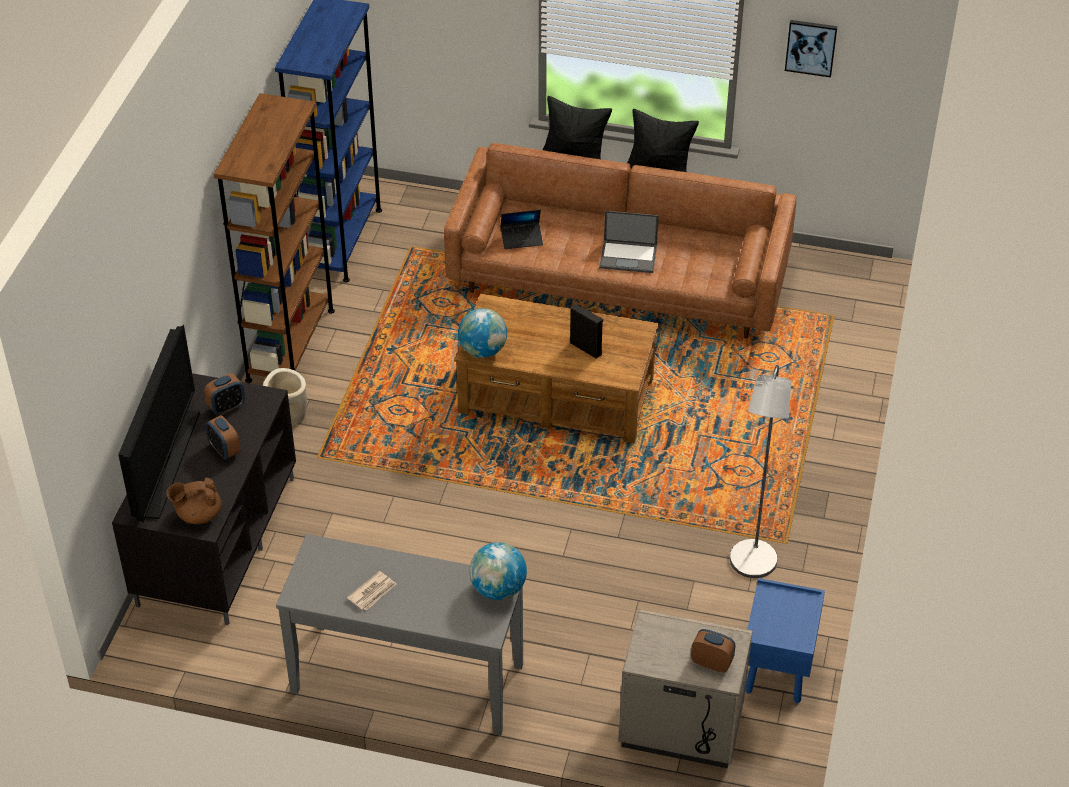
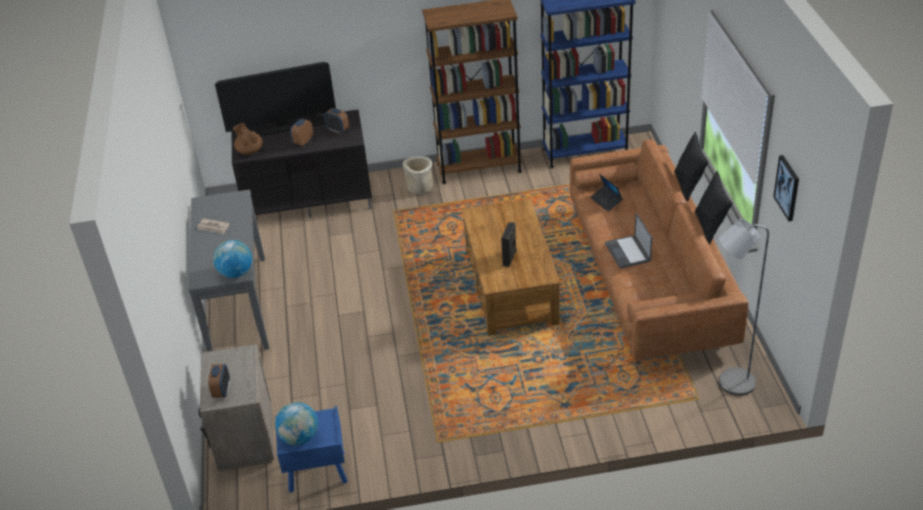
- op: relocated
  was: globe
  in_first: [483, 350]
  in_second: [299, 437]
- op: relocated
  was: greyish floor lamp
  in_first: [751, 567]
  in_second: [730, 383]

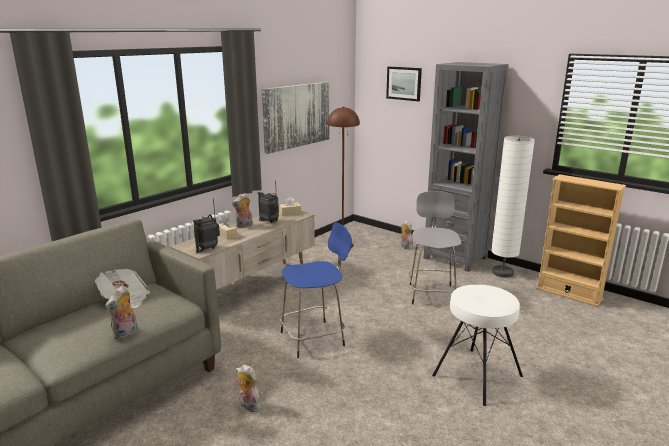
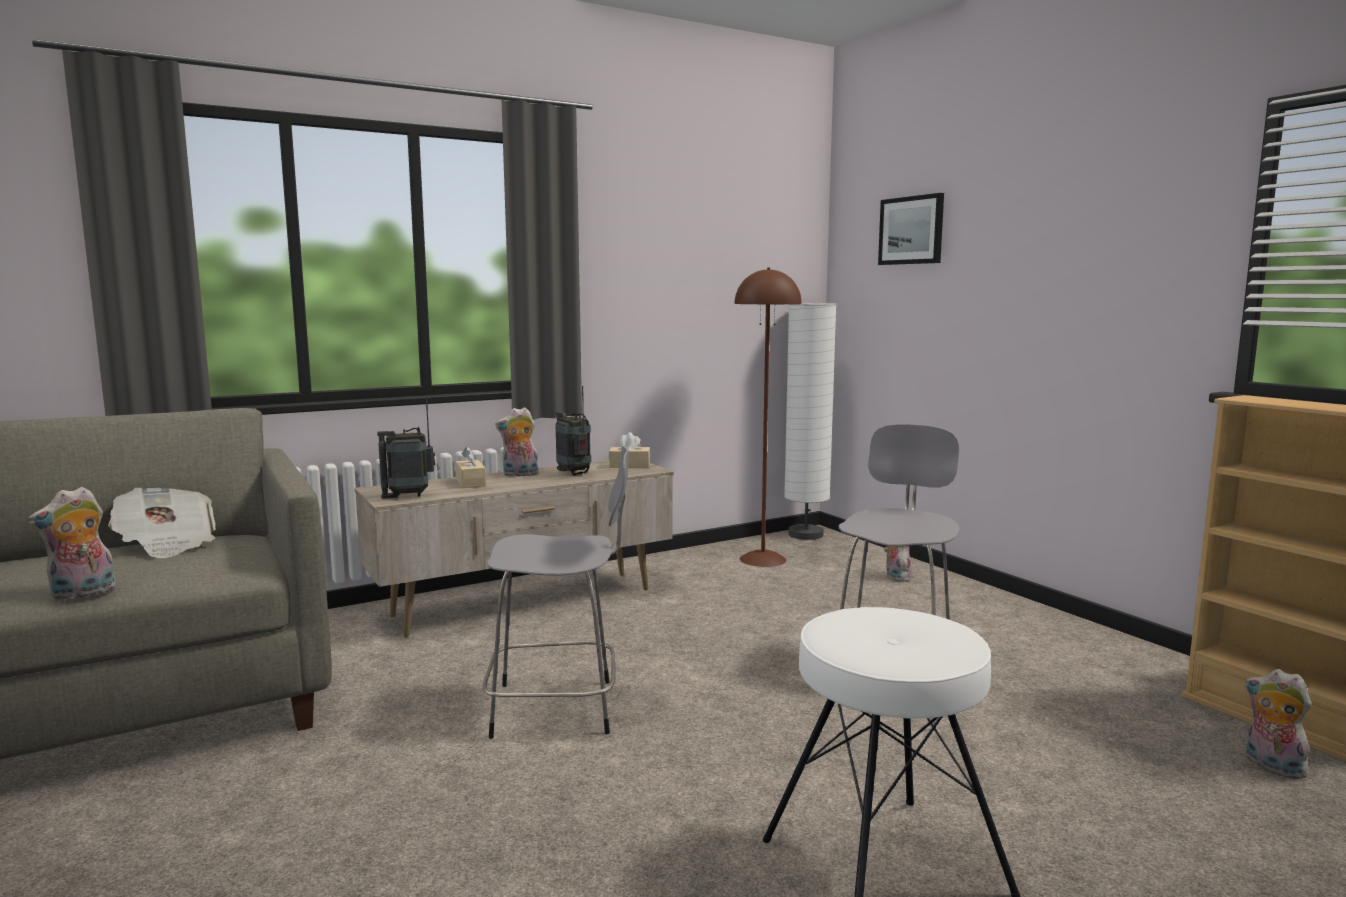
- op: relocated
  was: cuddly toy
  in_first: [248, 406]
  in_second: [1271, 767]
- op: missing
  was: picture
  in_first: [297, 116]
- op: colour
  was: blue sitting stool
  now: greyish sitting stool
  in_first: [314, 338]
  in_second: [559, 708]
- op: missing
  was: greyish bookcase
  in_first: [455, 258]
- op: relocated
  was: white floor lamp
  in_first: [502, 273]
  in_second: [805, 534]

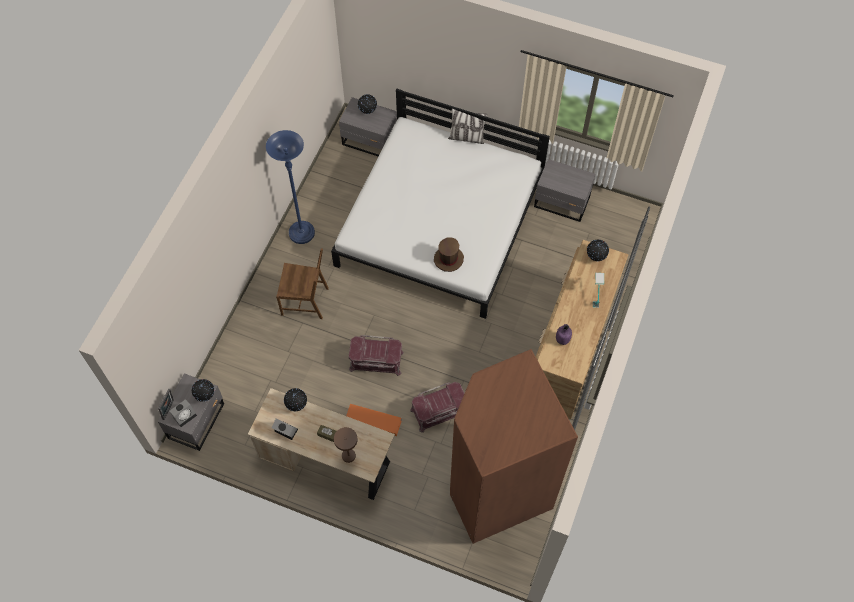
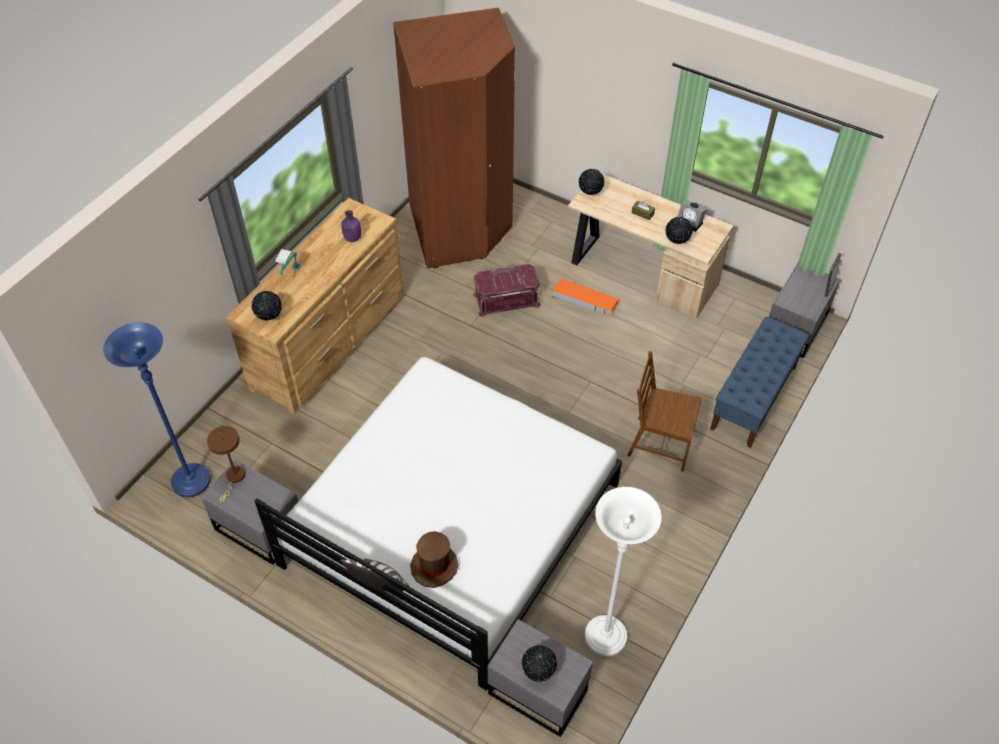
- op: missing
  was: table clock
  in_first: [185, 415]
- op: relocated
  was: globe
  in_first: [205, 396]
  in_second: [590, 194]
- op: relocated
  was: blue floor lamp
  in_first: [301, 233]
  in_second: [191, 481]
- op: relocated
  was: brown-coloured table lamp
  in_first: [348, 453]
  in_second: [234, 478]
- op: missing
  was: reddish storage container
  in_first: [376, 361]
- op: relocated
  was: brown-coloured clothing hat
  in_first: [448, 259]
  in_second: [434, 566]
- op: appeared
  now: white floor lamp
  in_second: [605, 636]
- op: appeared
  now: blue bench
  in_second: [753, 398]

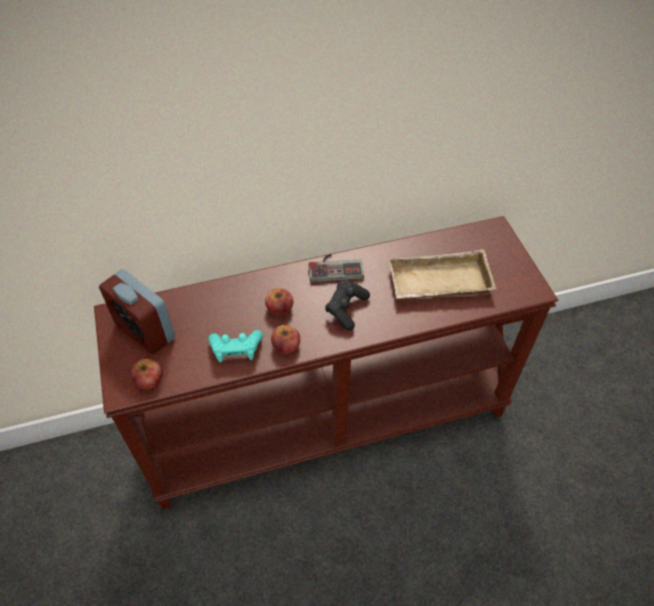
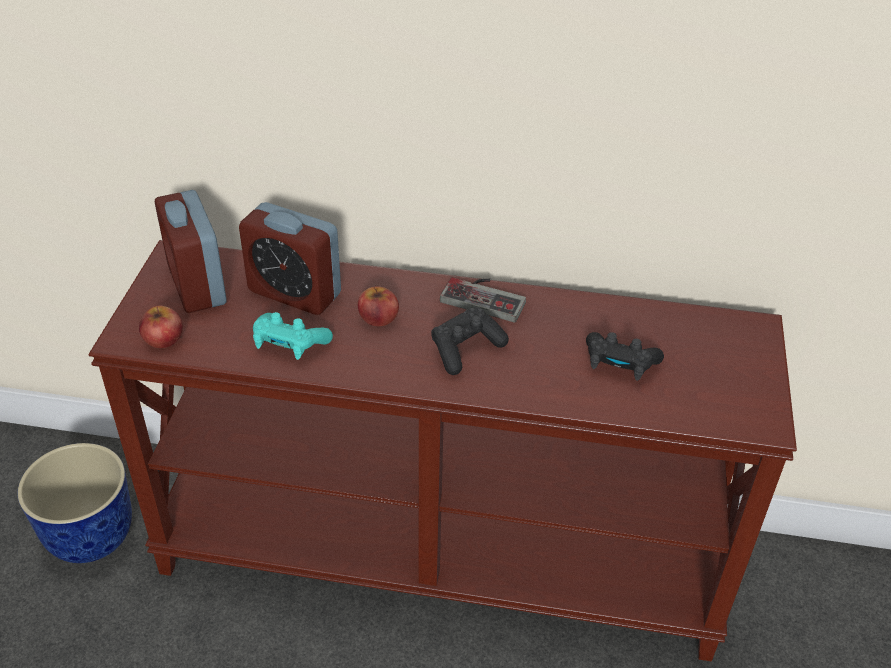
- op: missing
  was: whole apple
  in_first: [286, 345]
- op: exchanged
  was: sand-coloured serving tray
  now: black game controller
  in_first: [438, 284]
  in_second: [619, 365]
- op: appeared
  now: flower pot
  in_second: [91, 536]
- op: appeared
  now: table clock
  in_second: [294, 293]

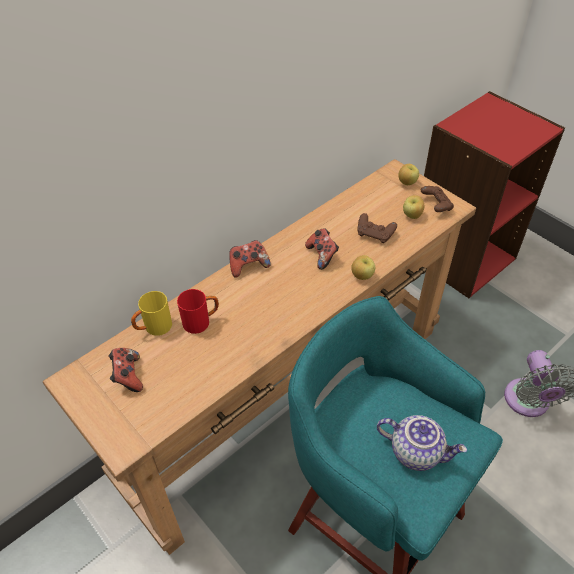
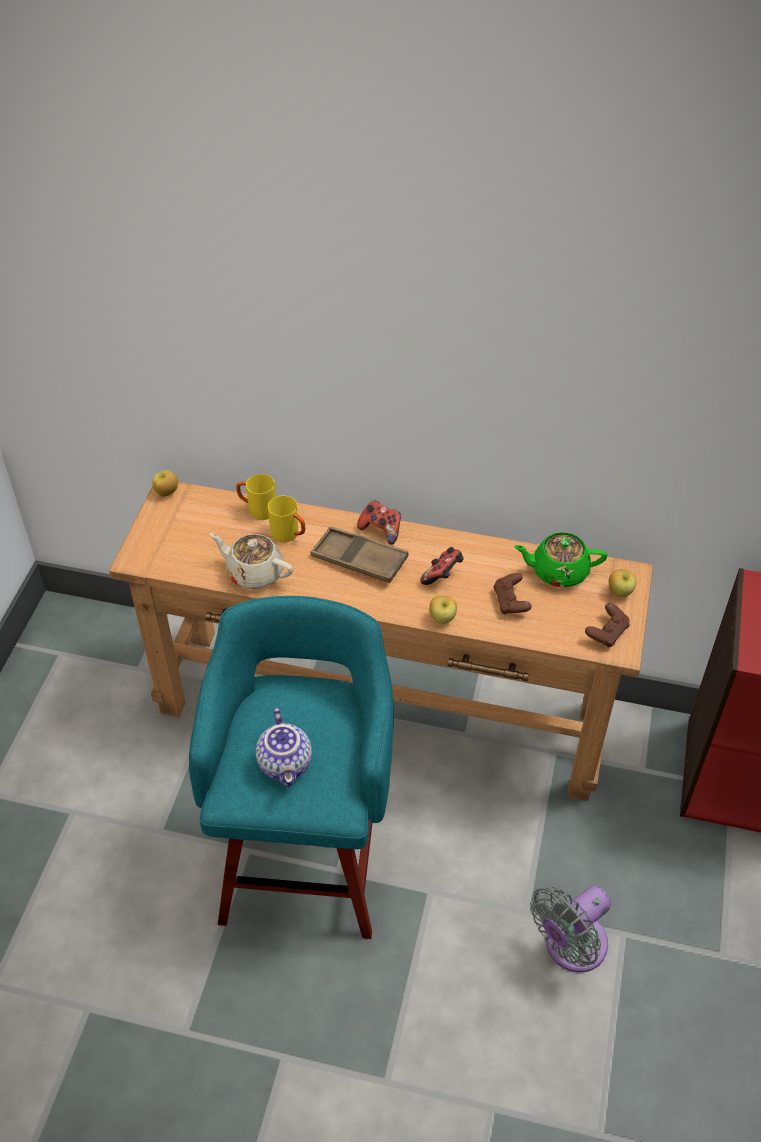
- op: missing
  was: game controller
  in_first: [128, 376]
- op: colour
  was: reddish coffee mug
  now: yellow-coloured coffee mug
  in_first: [201, 321]
  in_second: [289, 535]
- op: relocated
  was: whole apple
  in_first: [412, 215]
  in_second: [166, 493]
- op: appeared
  now: sand-coloured tea pot
  in_second: [254, 572]
- op: appeared
  now: brown-coloured serving tray
  in_second: [359, 559]
- op: appeared
  now: greenish tea pot
  in_second: [558, 571]

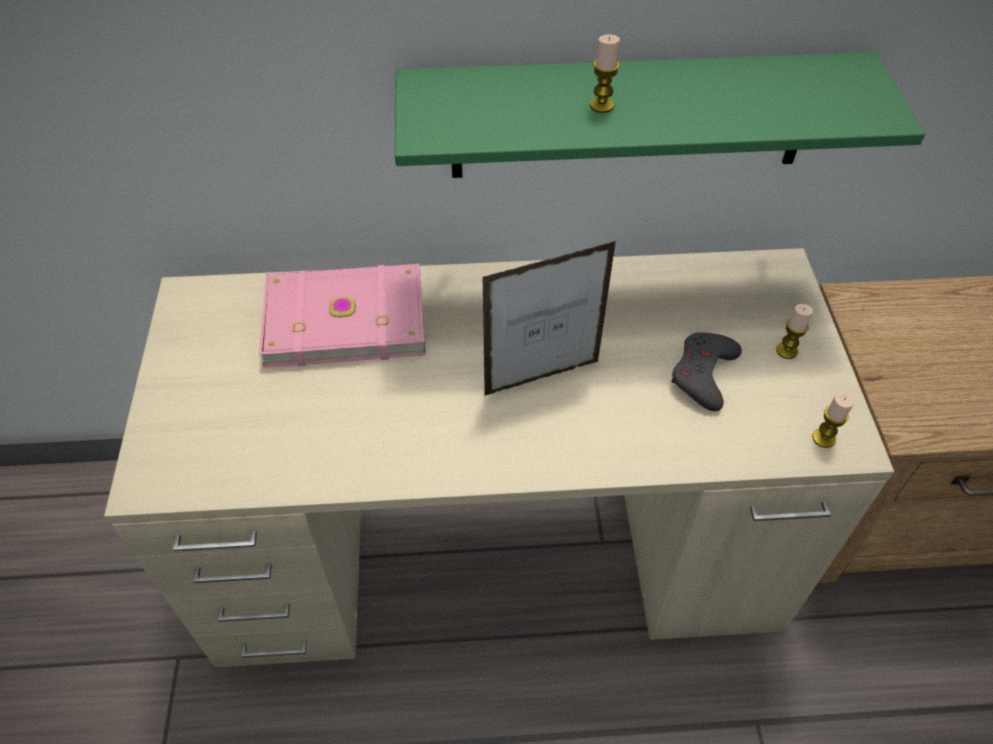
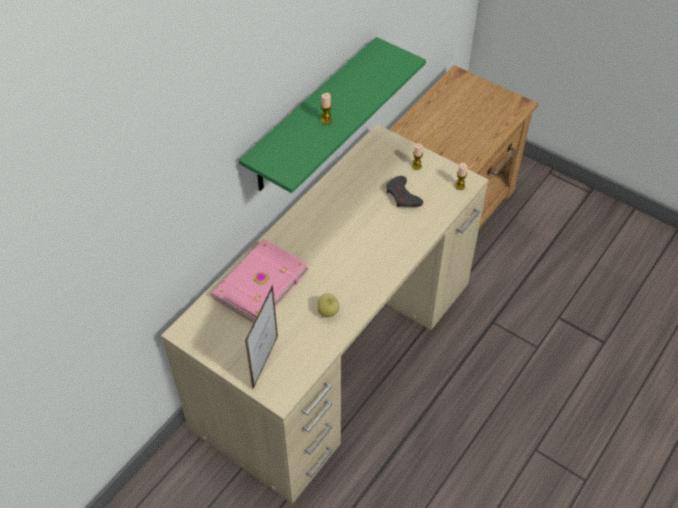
- op: relocated
  was: photo frame
  in_first: [542, 378]
  in_second: [265, 362]
- op: appeared
  now: whole apple
  in_second: [328, 311]

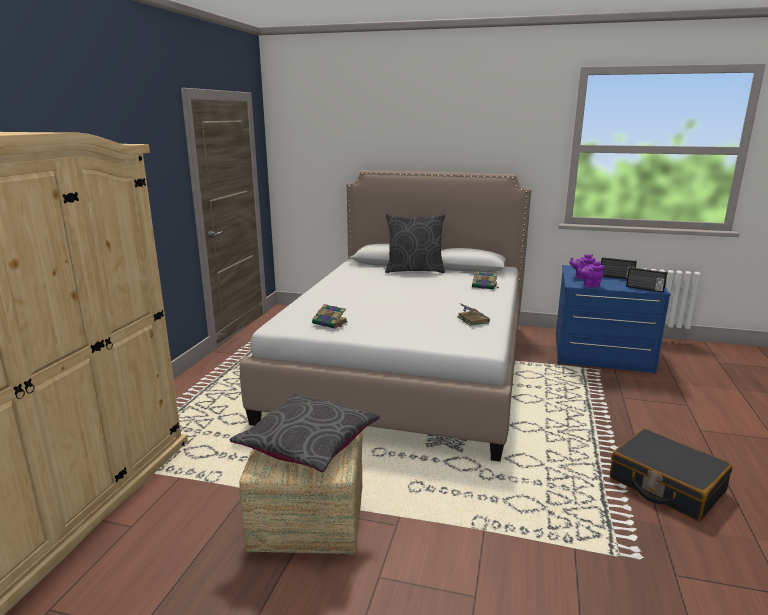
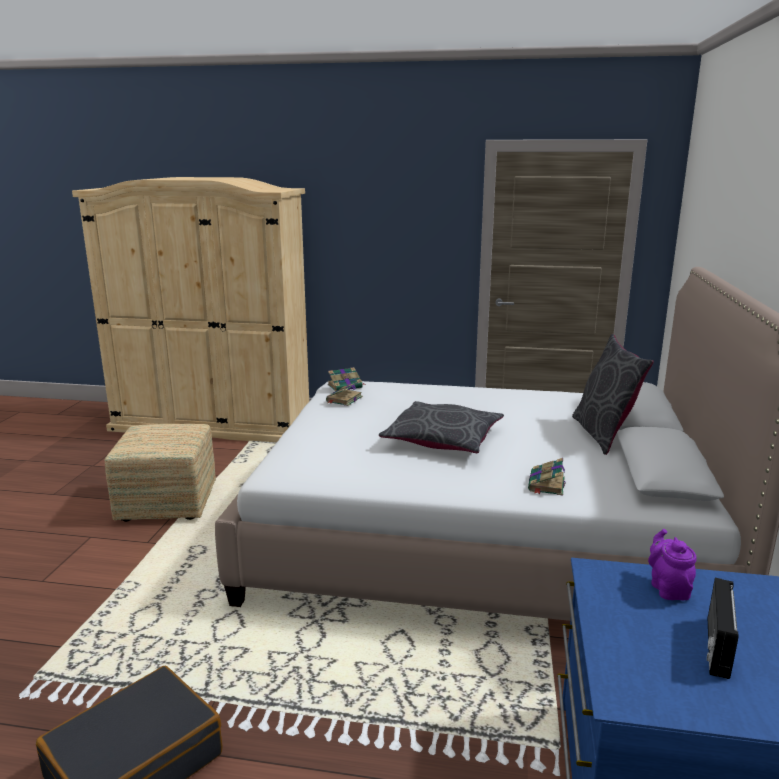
- op: relocated
  was: greyish pillow
  in_first: [308, 442]
  in_second: [443, 439]
- op: relocated
  was: volume
  in_first: [472, 319]
  in_second: [345, 386]
- op: missing
  was: purple-coloured tea pot
  in_first: [590, 285]
- op: missing
  was: radio set
  in_first: [644, 289]

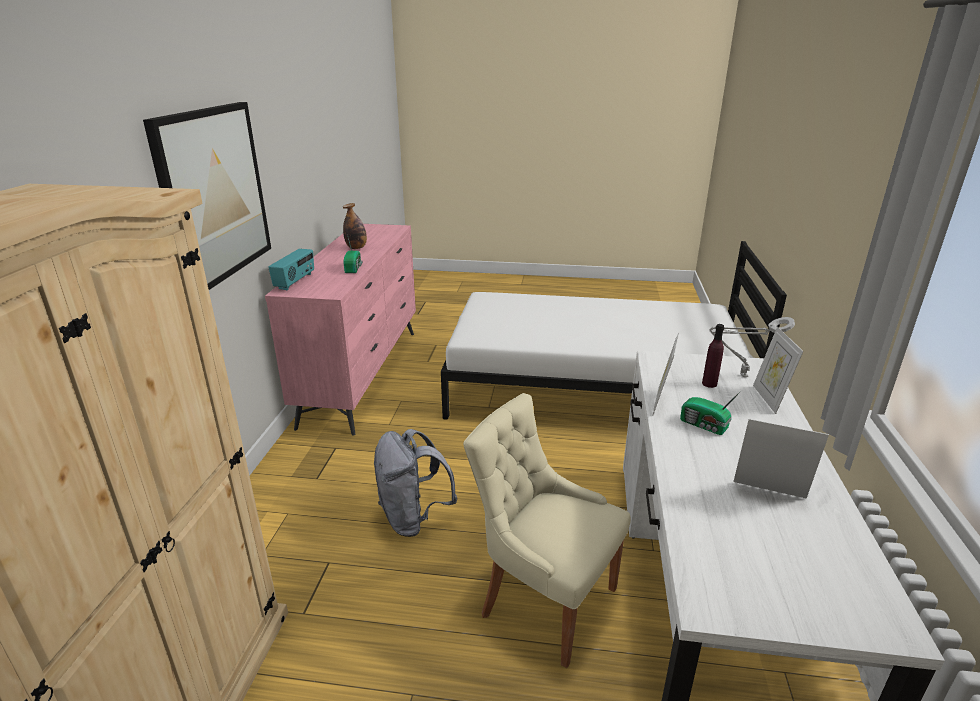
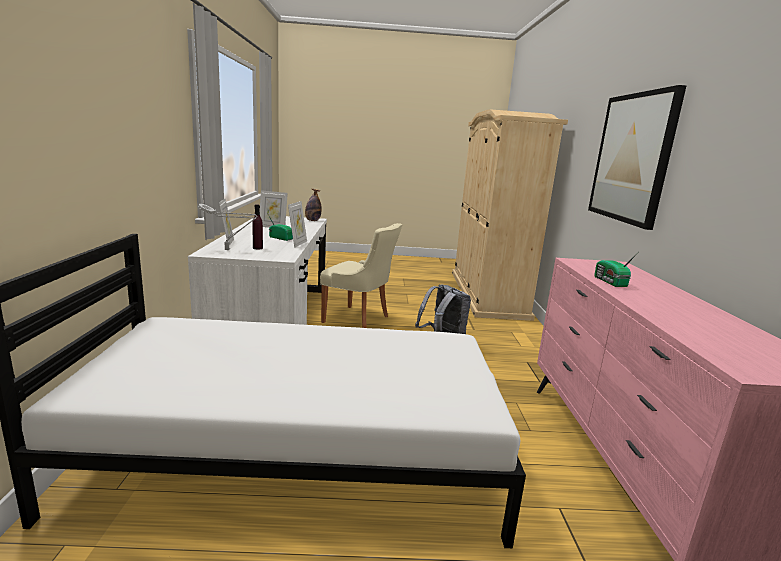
- op: missing
  was: radio set
  in_first: [295, 281]
- op: relocated
  was: bottle
  in_first: [356, 248]
  in_second: [312, 220]

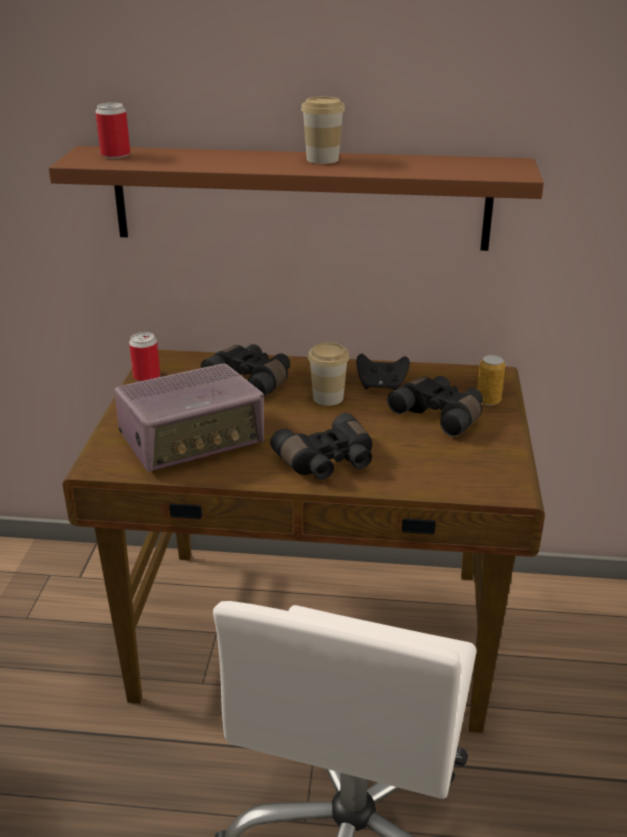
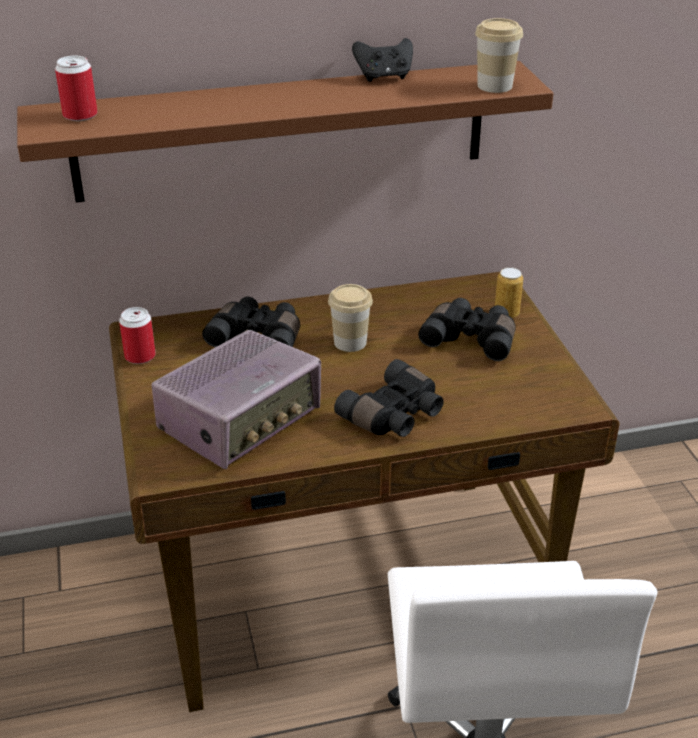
- op: relocated
  was: small cup
  in_first: [322, 159]
  in_second: [494, 86]
- op: relocated
  was: black game controller
  in_first: [381, 386]
  in_second: [384, 77]

